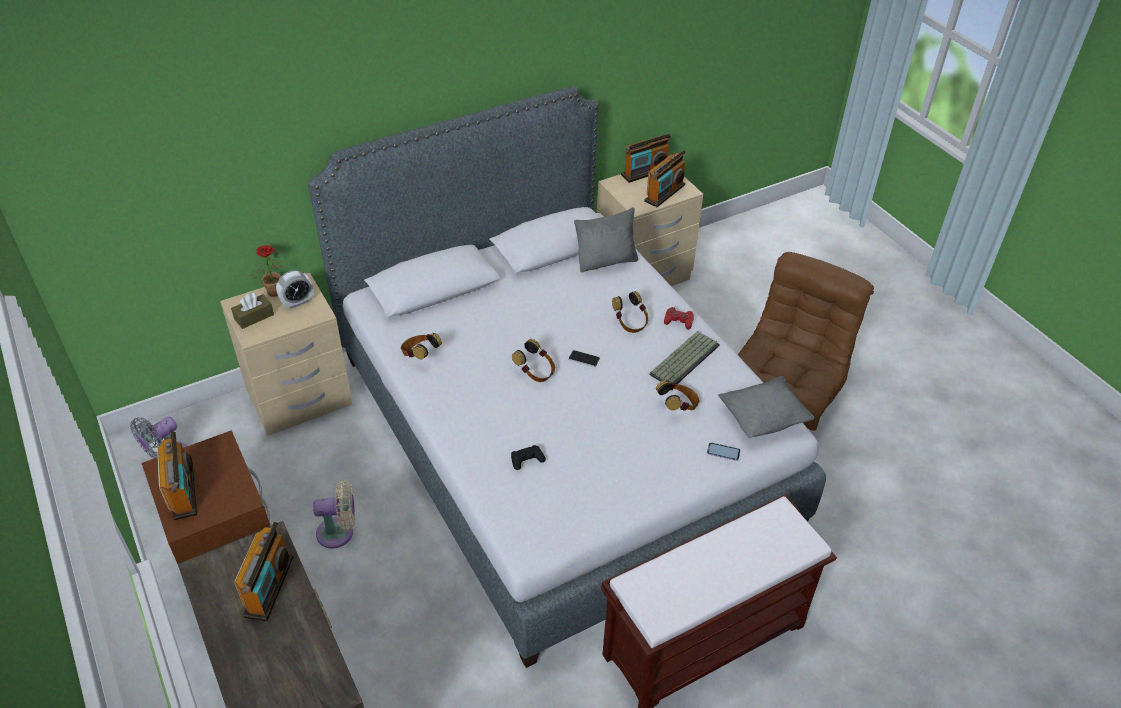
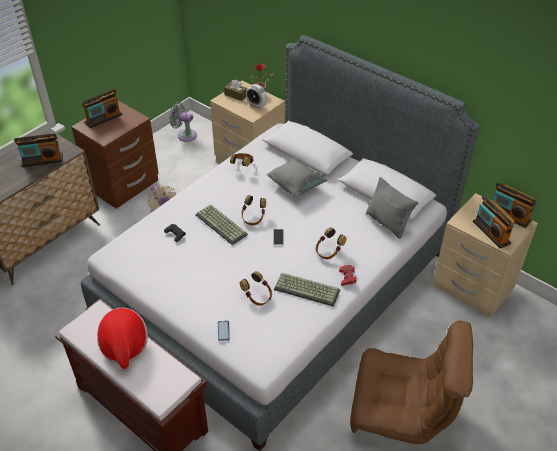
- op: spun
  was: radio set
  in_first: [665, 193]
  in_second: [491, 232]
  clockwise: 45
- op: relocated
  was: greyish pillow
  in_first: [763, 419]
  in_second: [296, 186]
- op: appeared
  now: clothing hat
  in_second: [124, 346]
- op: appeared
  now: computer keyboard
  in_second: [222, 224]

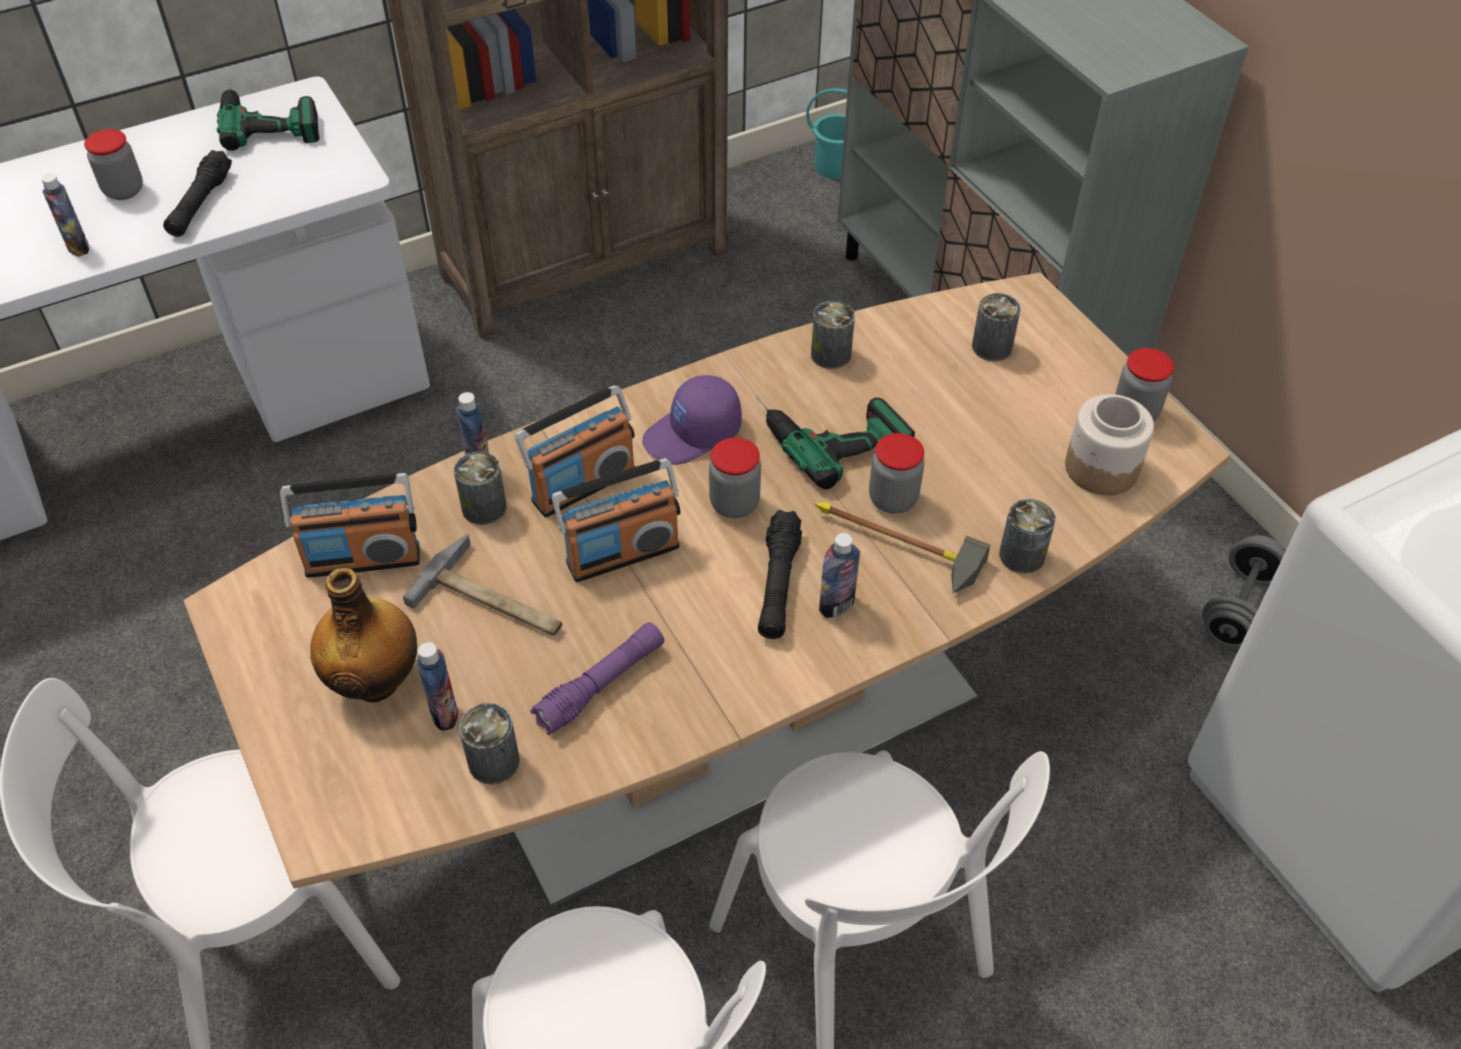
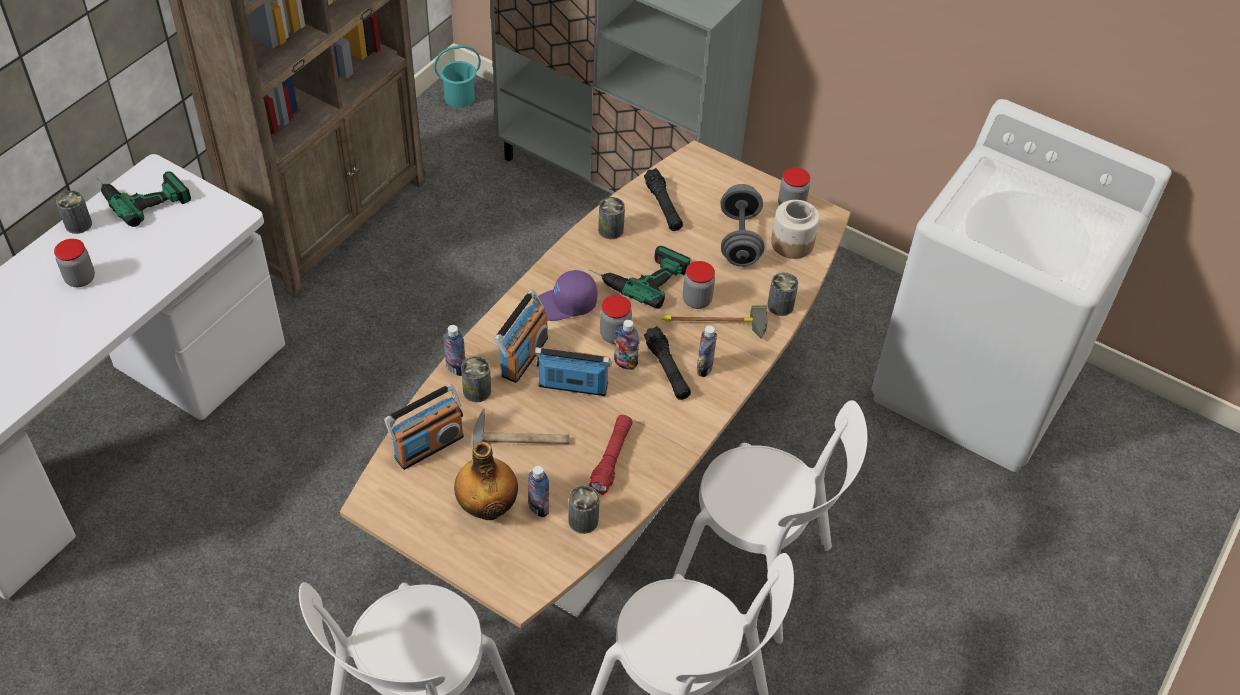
- op: relocated
  was: bottle
  in_first: [78, 247]
  in_second: [625, 363]
- op: relocated
  was: black flashlight
  in_first: [200, 204]
  in_second: [663, 206]
- op: colour
  was: purple-coloured flashlight
  now: reddish flashlight
  in_first: [601, 685]
  in_second: [611, 459]
- op: spun
  was: radio set
  in_first: [622, 553]
  in_second: [573, 386]
  clockwise: -120
- op: spun
  was: purple-coloured cap
  in_first: [693, 435]
  in_second: [565, 305]
  clockwise: 45
- op: relocated
  was: can
  in_first: [991, 347]
  in_second: [78, 224]
- op: relocated
  was: greyish free weight
  in_first: [1238, 608]
  in_second: [739, 239]

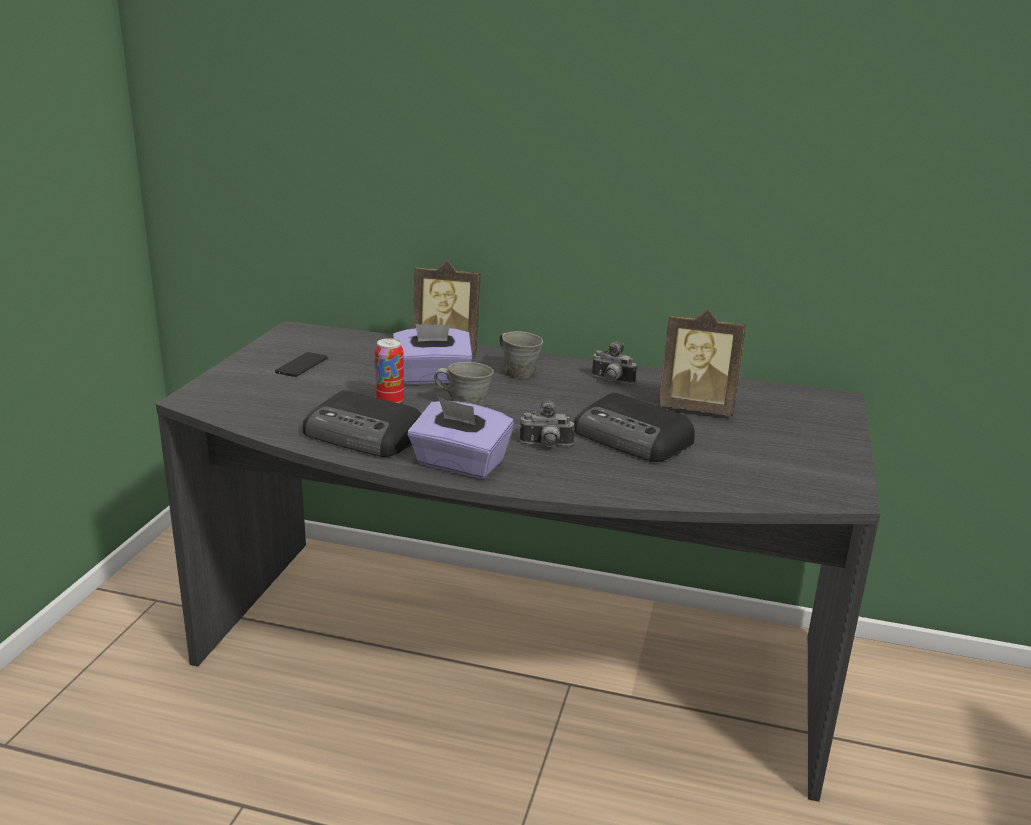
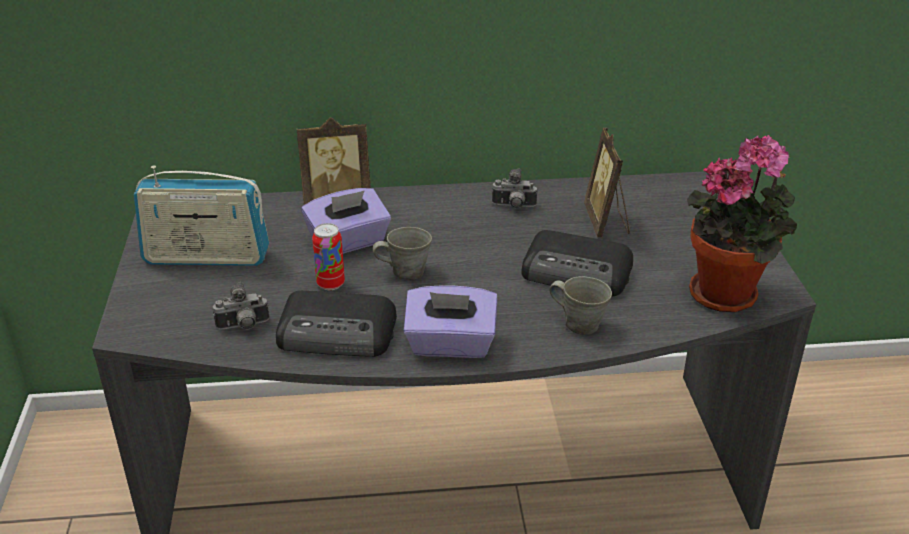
- op: exchanged
  was: handset
  now: radio set
  in_first: [301, 365]
  in_second: [206, 257]
- op: relocated
  was: greyish coffee mug
  in_first: [518, 372]
  in_second: [579, 323]
- op: relocated
  was: photo camera
  in_first: [546, 446]
  in_second: [243, 327]
- op: spun
  was: photo frame
  in_first: [697, 408]
  in_second: [606, 222]
  clockwise: 90
- op: appeared
  now: potted plant
  in_second: [729, 294]

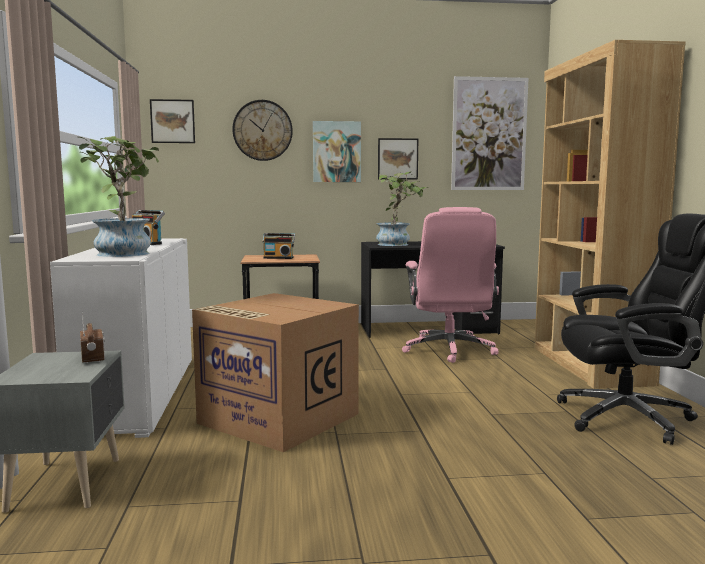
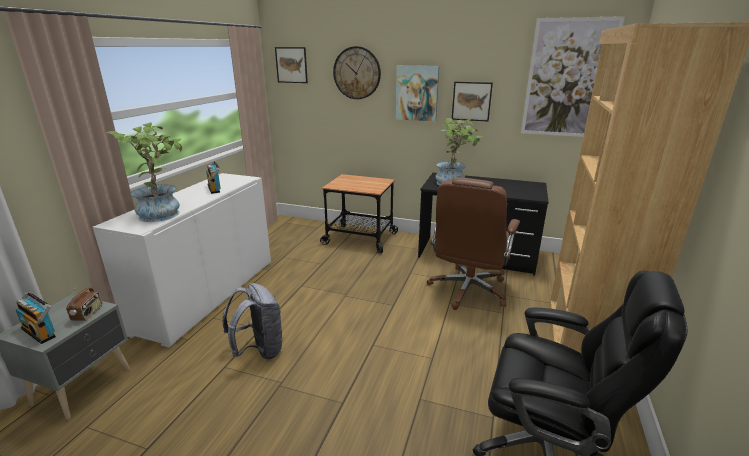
- op: exchanged
  was: carton
  now: greyish rucksack
  in_first: [276, 418]
  in_second: [259, 350]
- op: relocated
  was: radio set
  in_first: [278, 258]
  in_second: [41, 332]
- op: colour
  was: pinkish desk chair
  now: brown-coloured desk chair
  in_first: [449, 350]
  in_second: [468, 290]

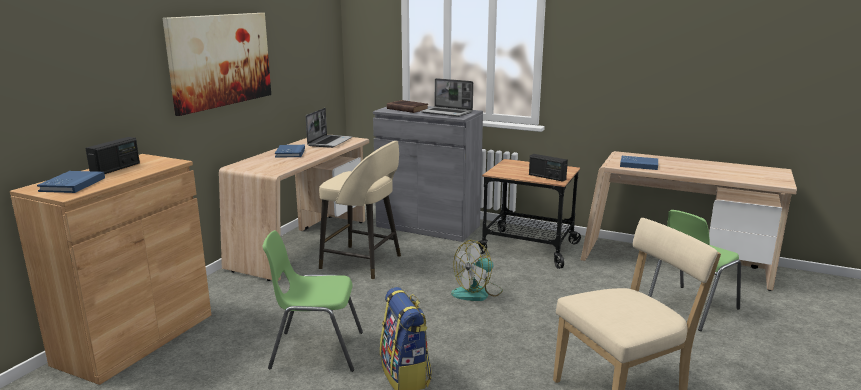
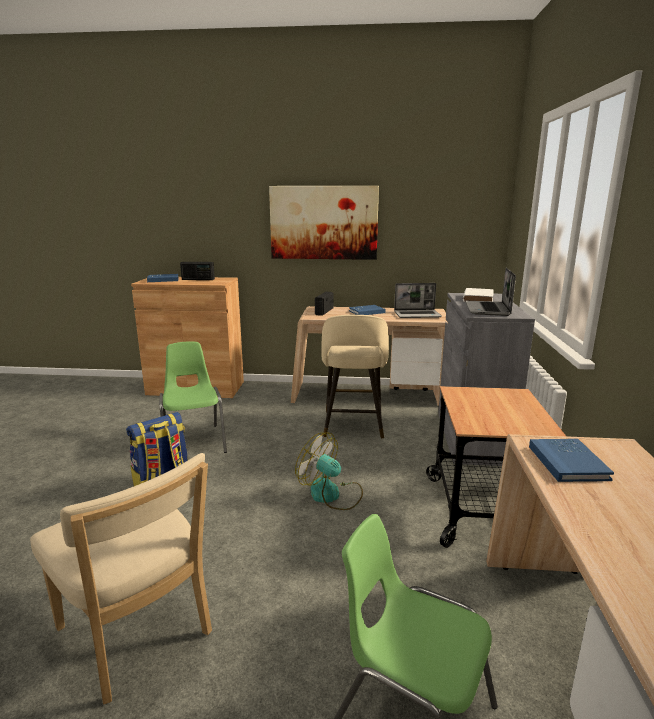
- op: colour
  was: brown-coloured volume
  now: white volume
  in_first: [406, 109]
  in_second: [478, 298]
- op: relocated
  was: radio set
  in_first: [547, 177]
  in_second: [324, 311]

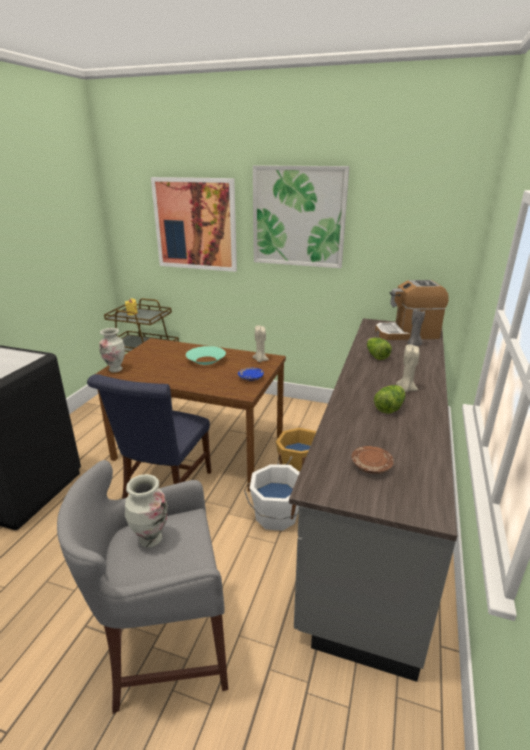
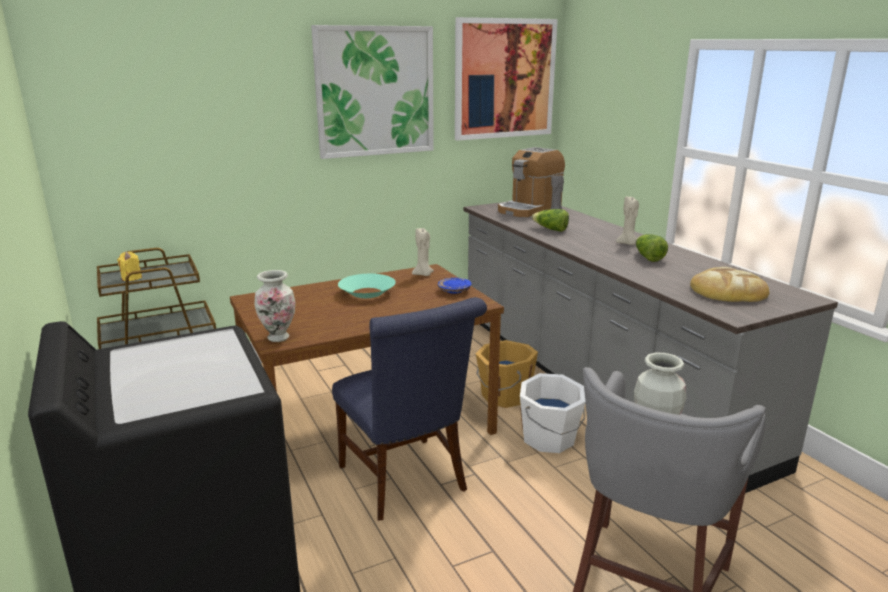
- op: relocated
  was: picture
  in_first: [195, 224]
  in_second: [504, 79]
- op: exchanged
  was: brown-coloured flat dish
  now: bakery bread
  in_first: [371, 466]
  in_second: [727, 291]

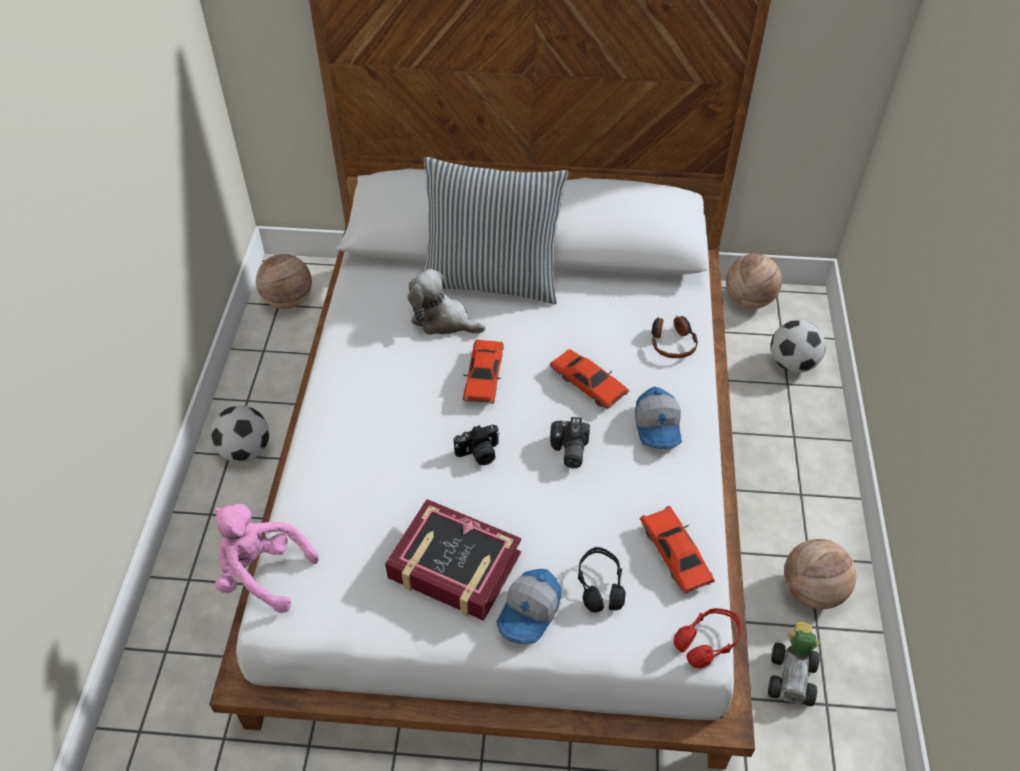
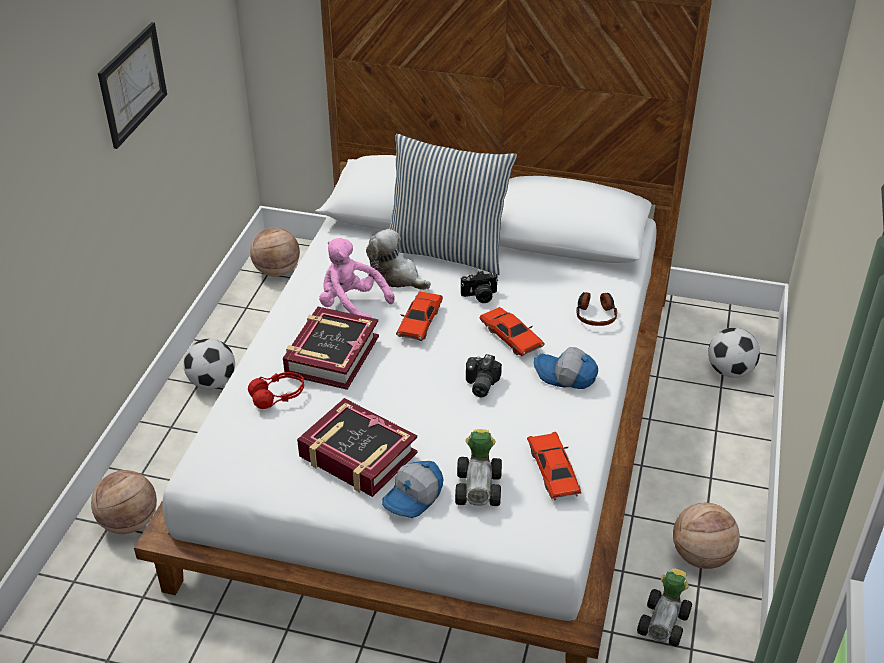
- op: relocated
  was: pinkish cuddly toy
  in_first: [262, 573]
  in_second: [351, 305]
- op: relocated
  was: photo camera
  in_first: [479, 454]
  in_second: [480, 296]
- op: exchanged
  was: black headphones
  now: miniature car
  in_first: [600, 585]
  in_second: [480, 485]
- op: spun
  was: cap
  in_first: [658, 427]
  in_second: [565, 376]
  clockwise: 105
- op: relocated
  was: reddish headphones
  in_first: [707, 641]
  in_second: [278, 396]
- op: relocated
  was: ball for basketball
  in_first: [748, 300]
  in_second: [129, 523]
- op: appeared
  now: picture
  in_second: [132, 84]
- op: appeared
  now: volume
  in_second: [331, 355]

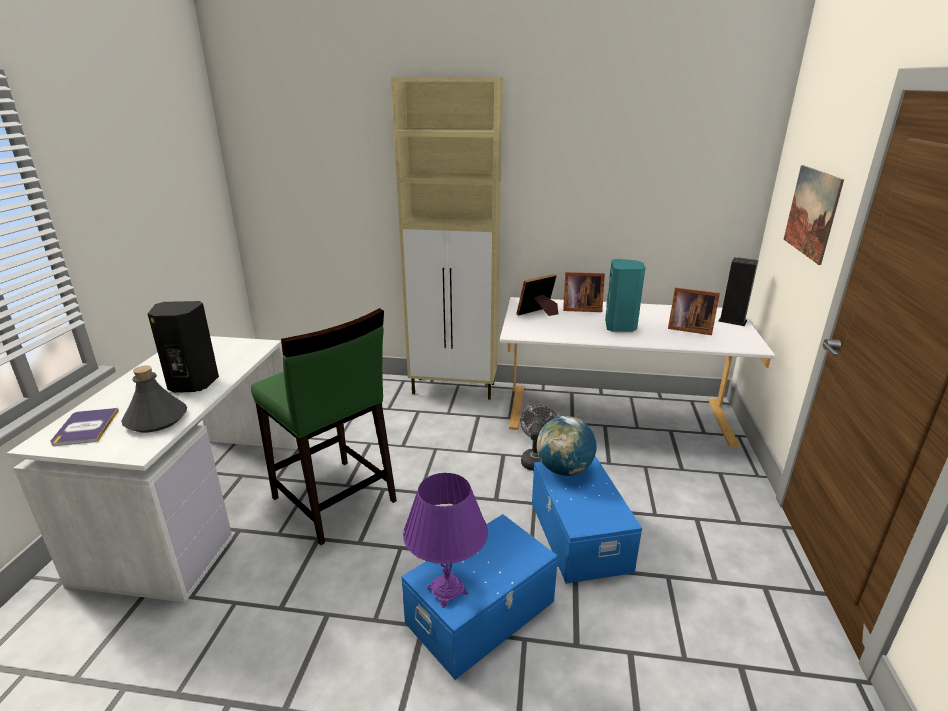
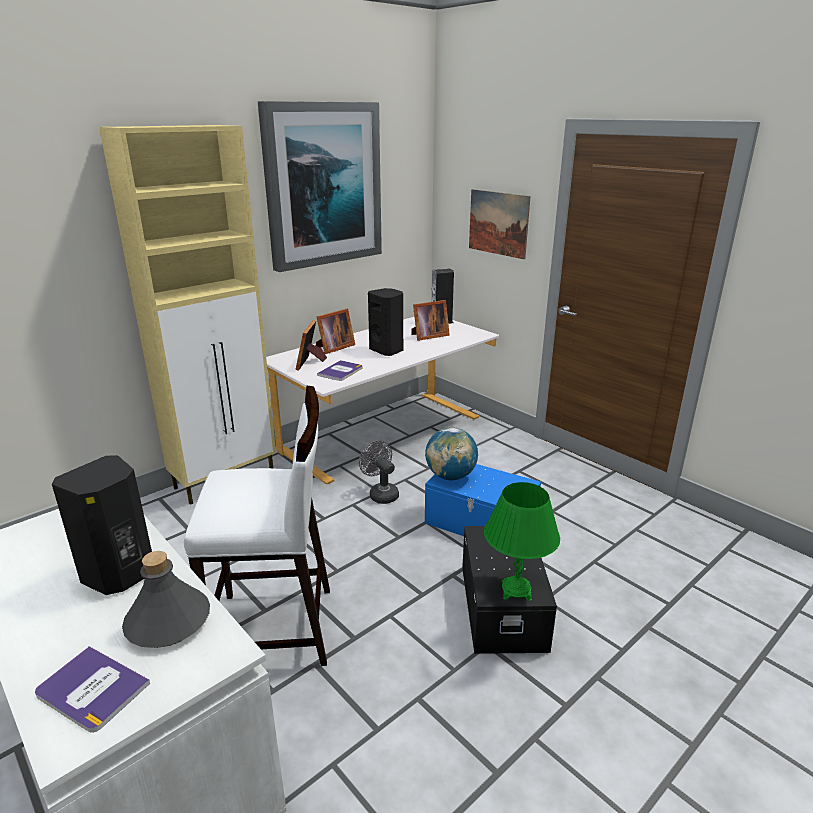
- op: colour
  was: greenish sitting stool
  now: white sitting stool
  in_first: [334, 500]
  in_second: [275, 629]
- op: colour
  was: blue storage container
  now: black storage container
  in_first: [482, 613]
  in_second: [504, 606]
- op: colour
  was: purple-coloured table lamp
  now: greenish table lamp
  in_first: [447, 590]
  in_second: [516, 590]
- op: colour
  was: blue-green audio speaker
  now: black audio speaker
  in_first: [620, 327]
  in_second: [387, 350]
- op: appeared
  now: picture
  in_second: [323, 185]
- op: appeared
  now: volume
  in_second: [340, 371]

